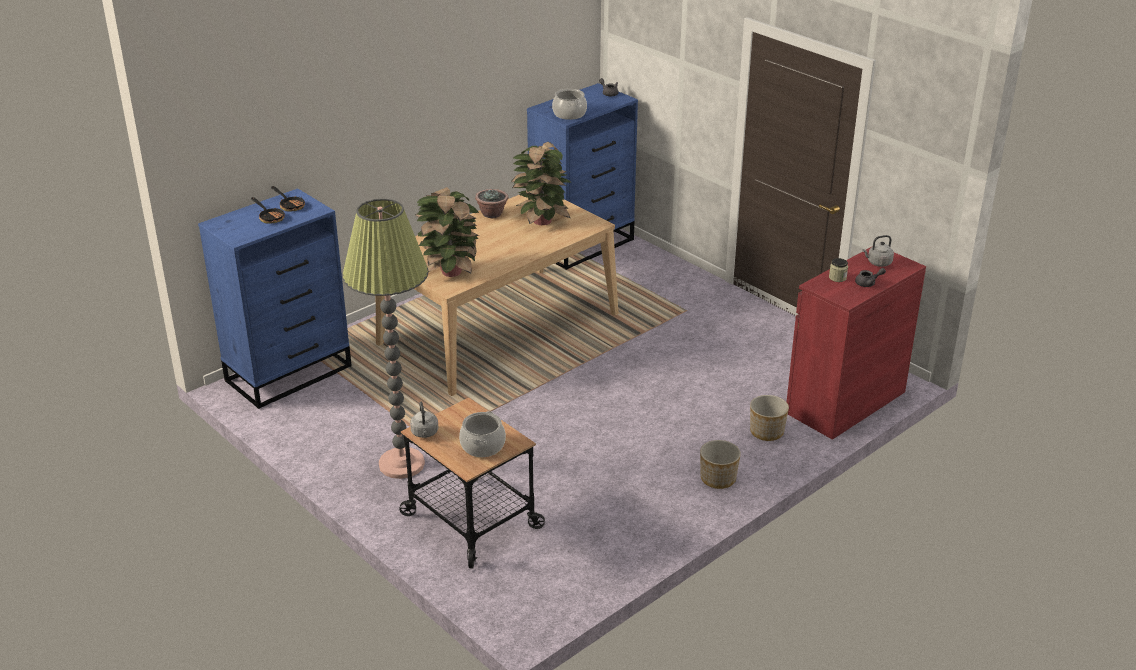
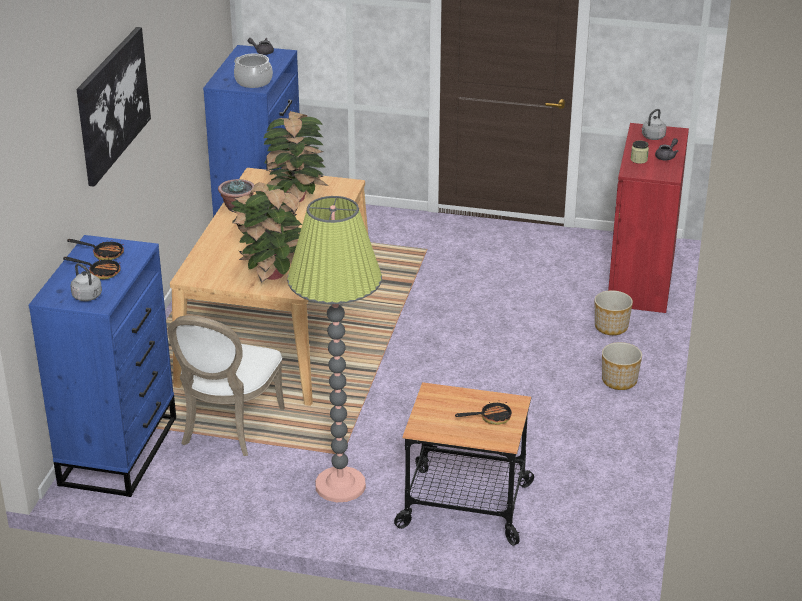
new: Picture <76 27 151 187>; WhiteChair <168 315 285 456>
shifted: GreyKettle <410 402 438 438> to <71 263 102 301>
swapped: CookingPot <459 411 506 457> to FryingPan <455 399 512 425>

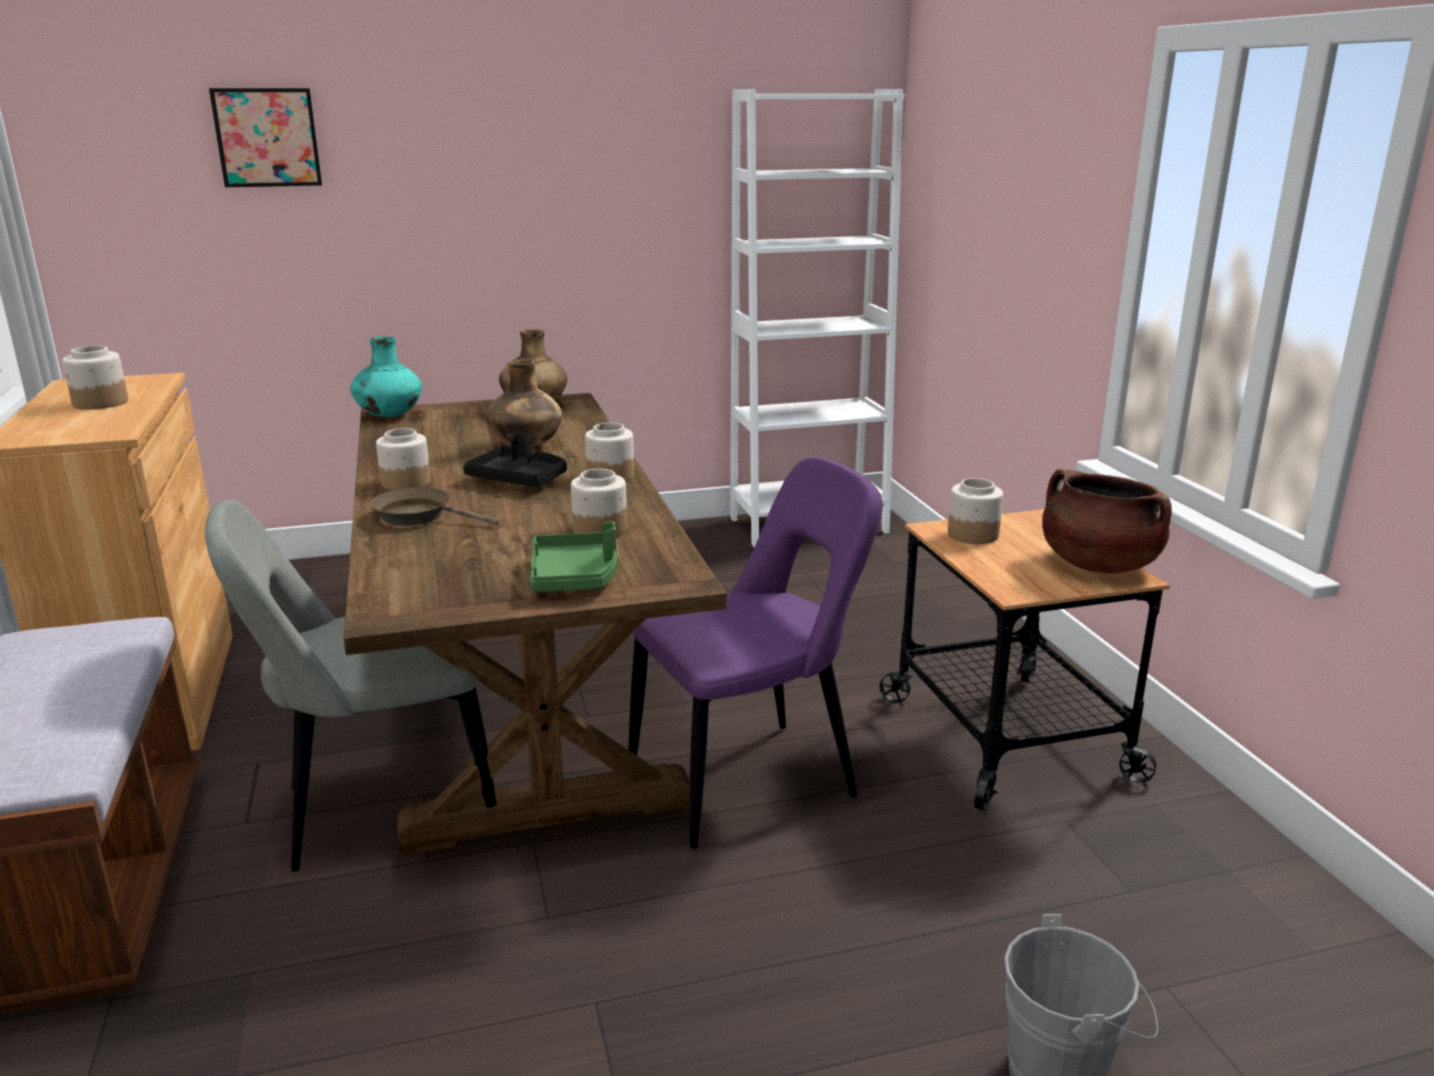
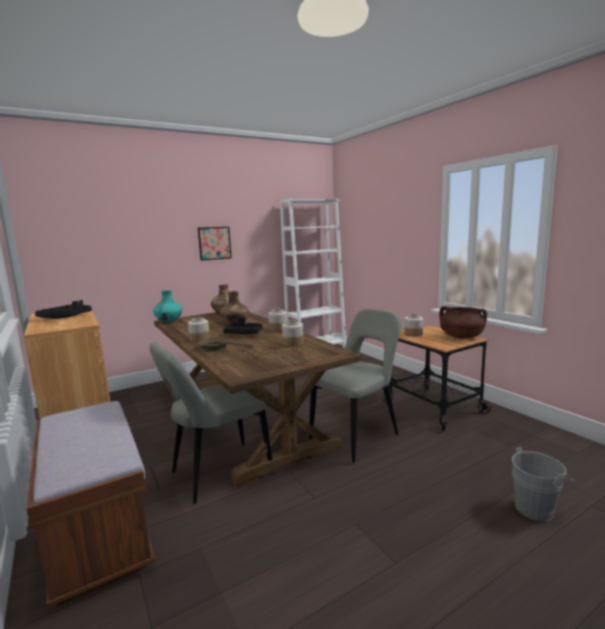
gone: GreenTray <531 521 617 592>
shifted: Picture <209 88 322 187> to <198 227 232 261>
swapped: Jar <62 346 128 409> to BlackTray <35 300 92 319>
repainted: PurpleChair <629 457 883 849> to GreyChair <309 309 401 462>

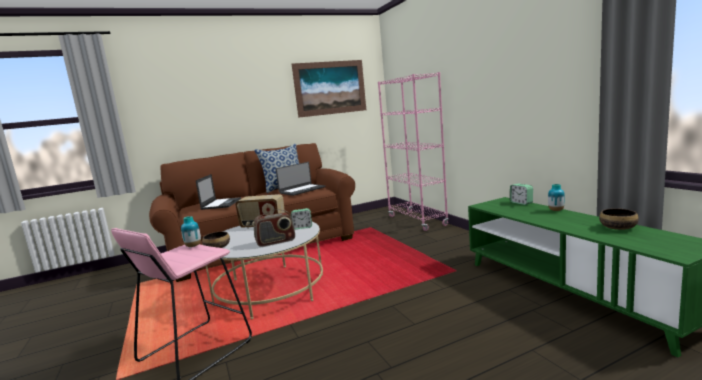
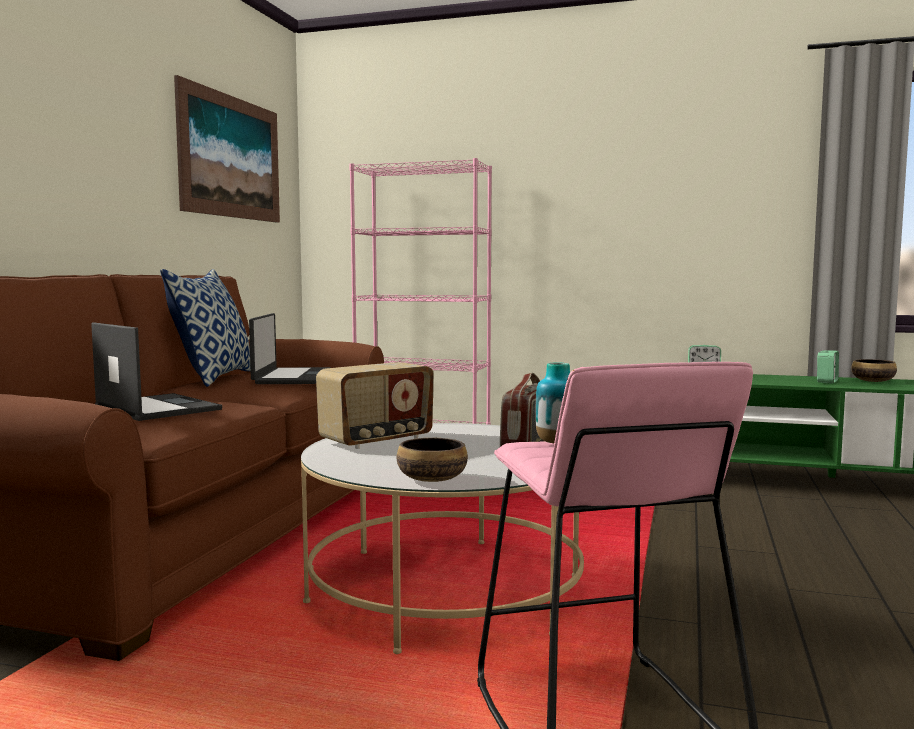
gone: Vase <548 184 565 211>
shifted: AlarmClock <291 208 312 229> to <817 351 839 383>

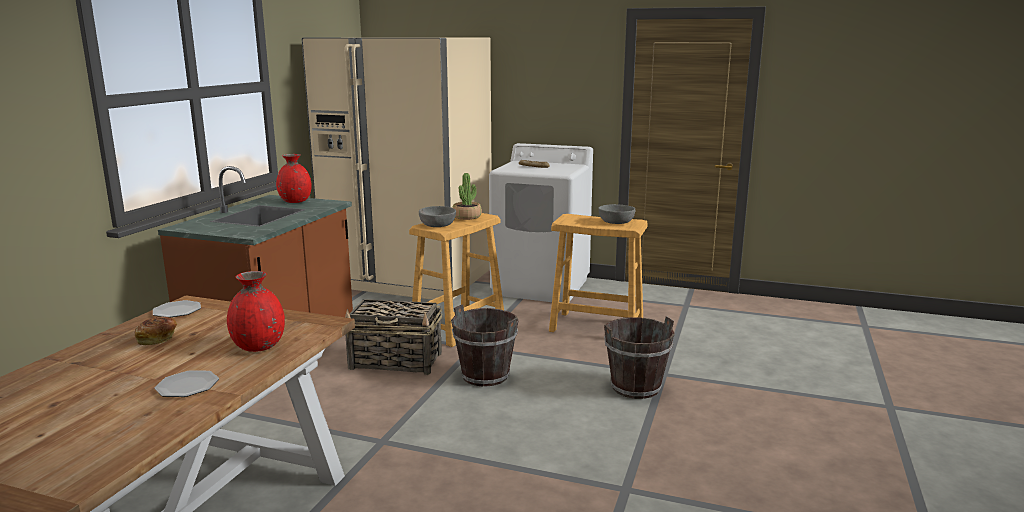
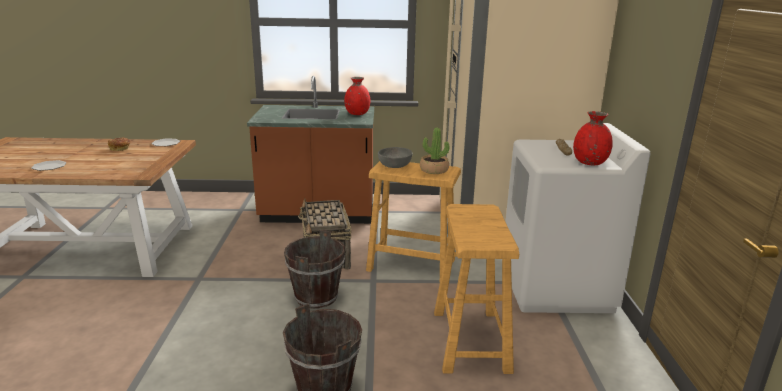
gone: GreyBowl <598 204 635 224>
shifted: RedVase <227 271 285 352> to <573 111 613 165>

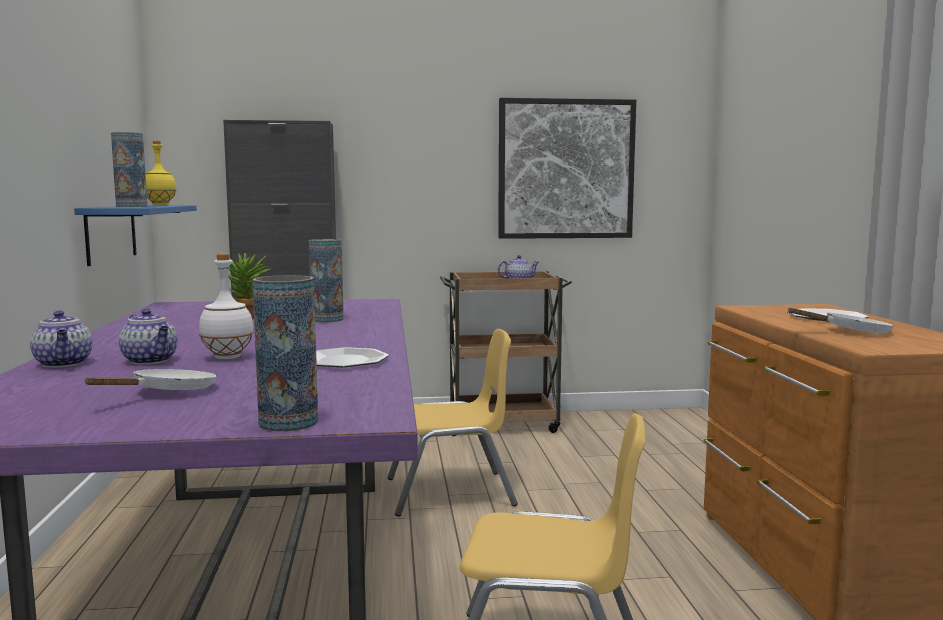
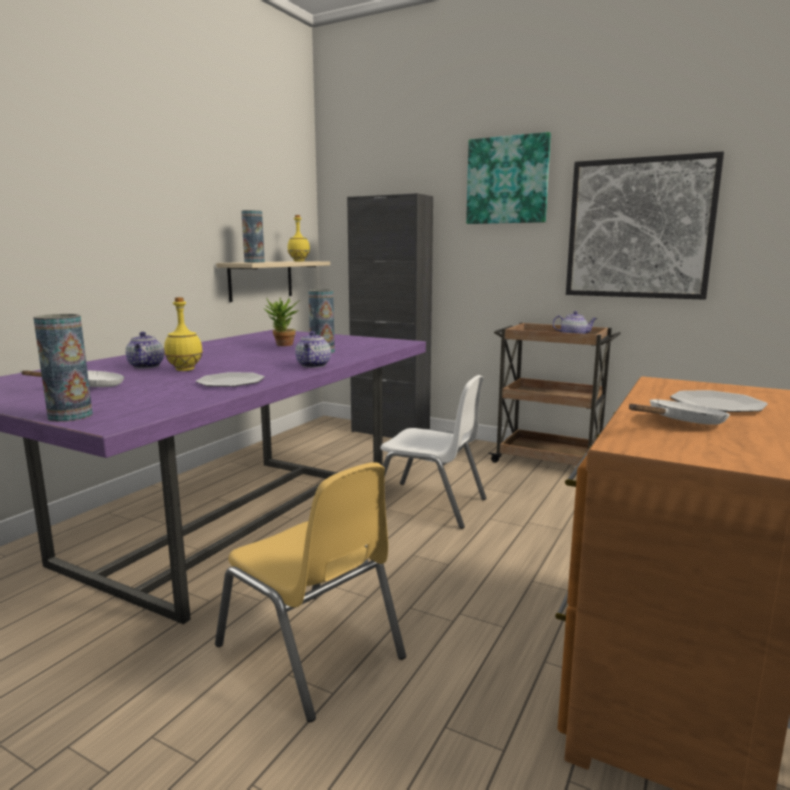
new: Picture <466 132 551 224>
shifted: Teapot <30 311 93 367> to <295 331 331 368>
repainted: BlueShelf <74 205 197 266> to BeigeShelf <216 261 330 302>; WhiteBottle <199 254 254 359> to YellowBottle <164 297 203 371>; YellowChair <387 329 518 517> to WhiteChair <380 375 486 529>
rotated: WhiteFryingPan <788 308 895 333> = <629 399 730 425> 60 degrees counterclockwise

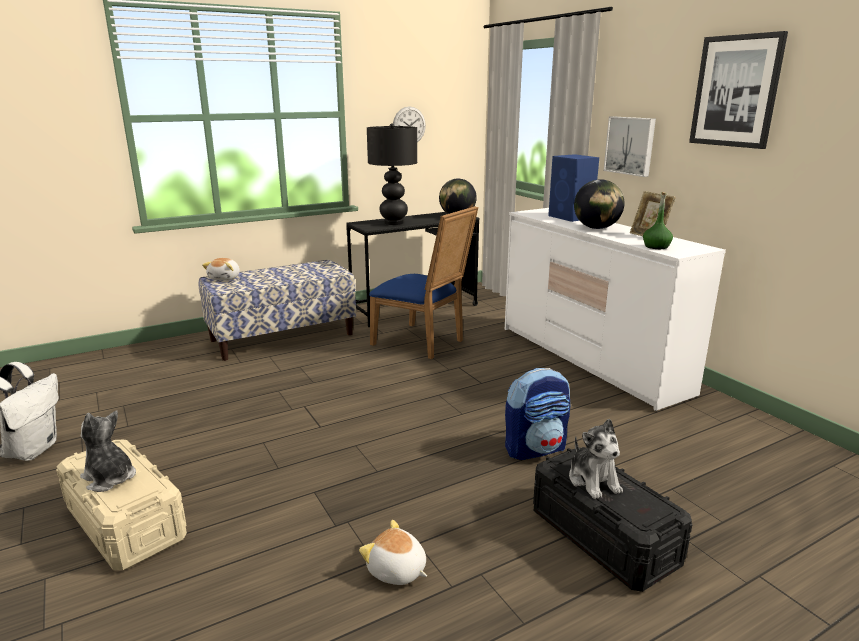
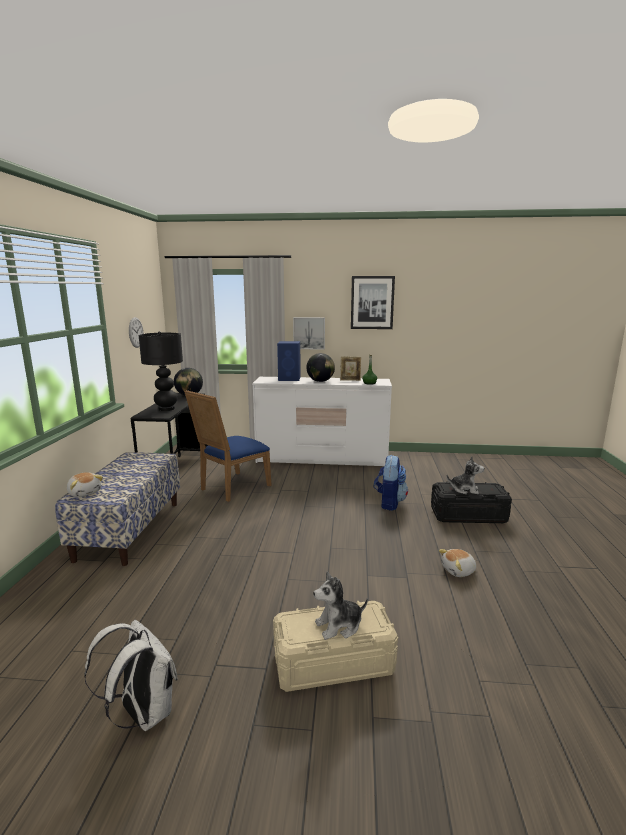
rotated: BlueChair <369 206 478 359> = <184 390 272 502> 150 degrees clockwise

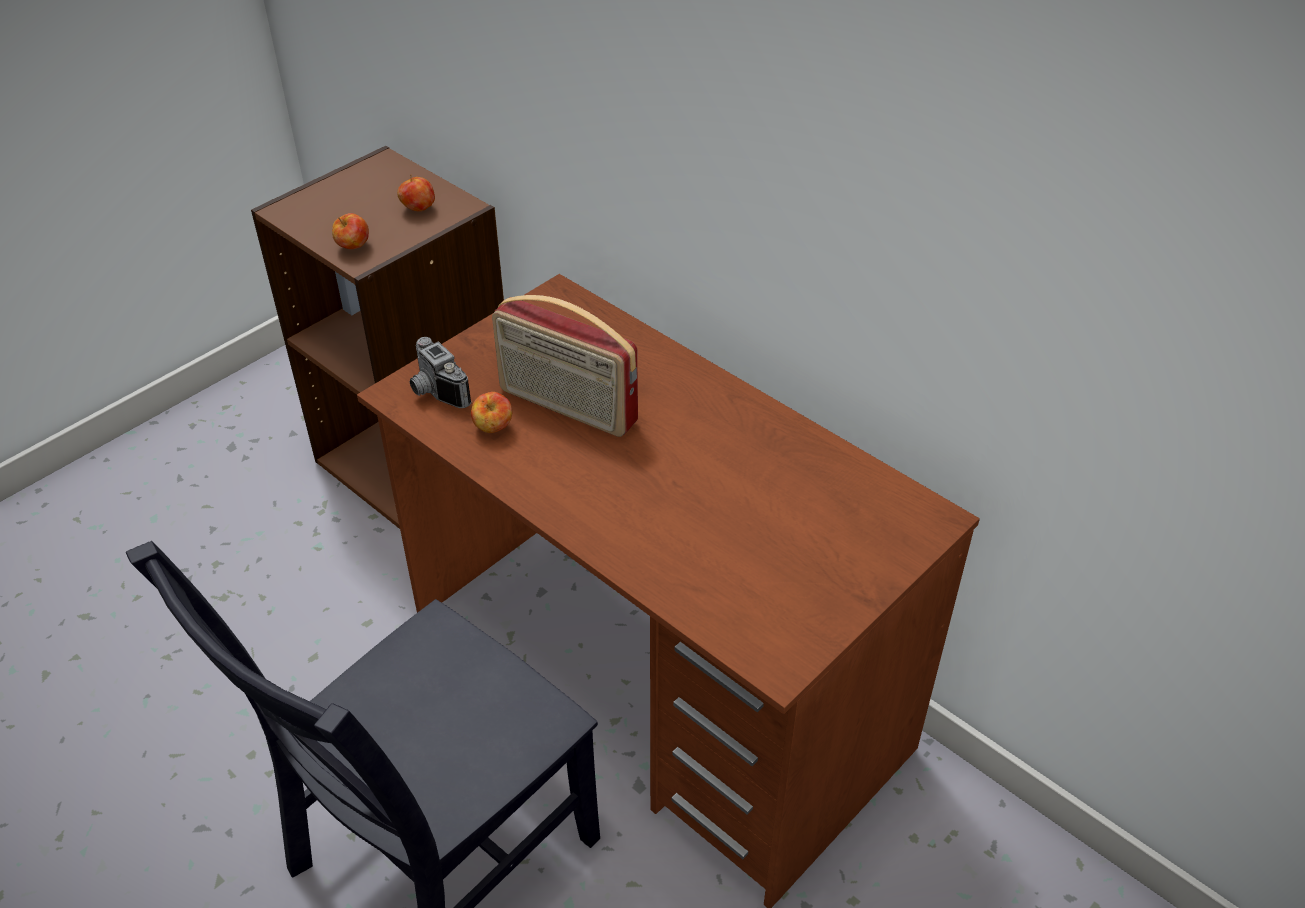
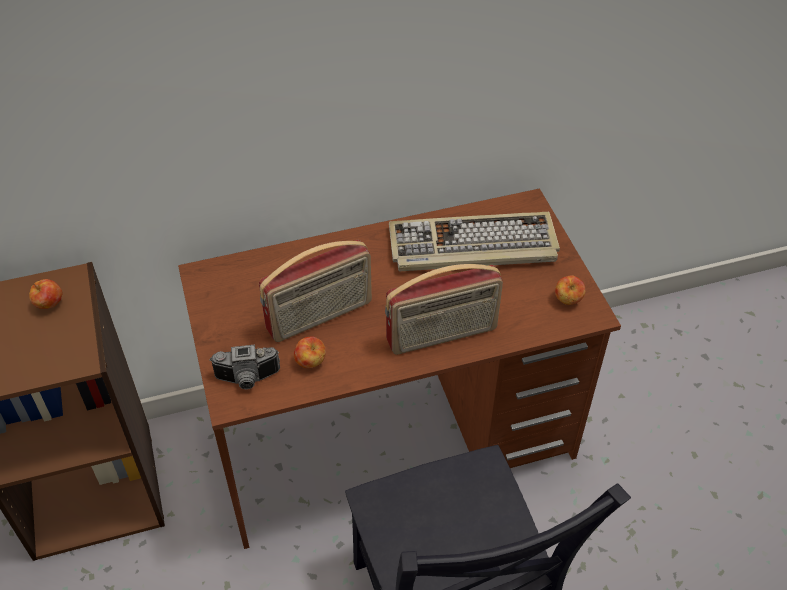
new: Keyboard <389 212 560 271>; Radio <385 264 503 355>
shifted: Apple <332 213 369 249> to <555 275 585 305>

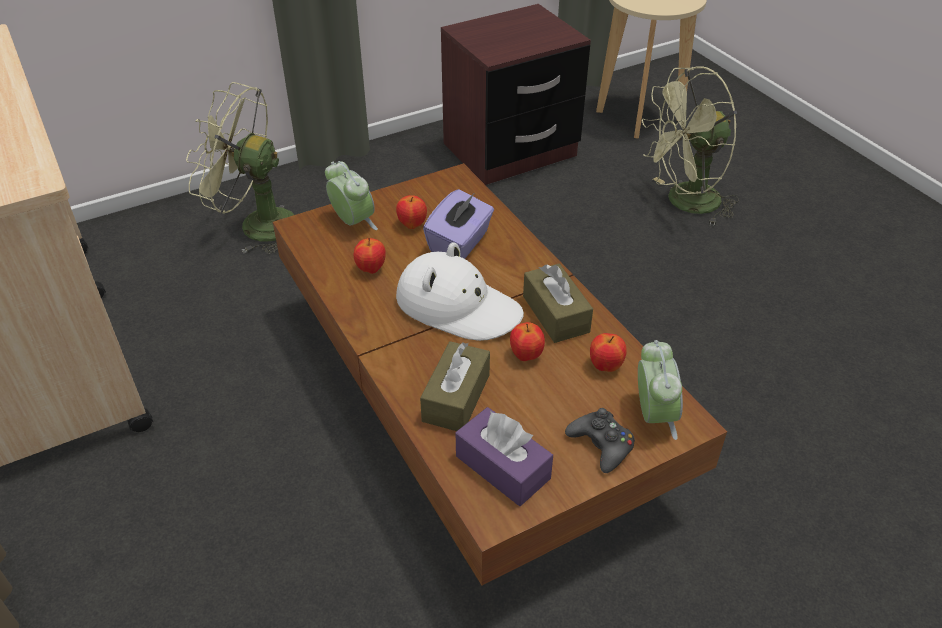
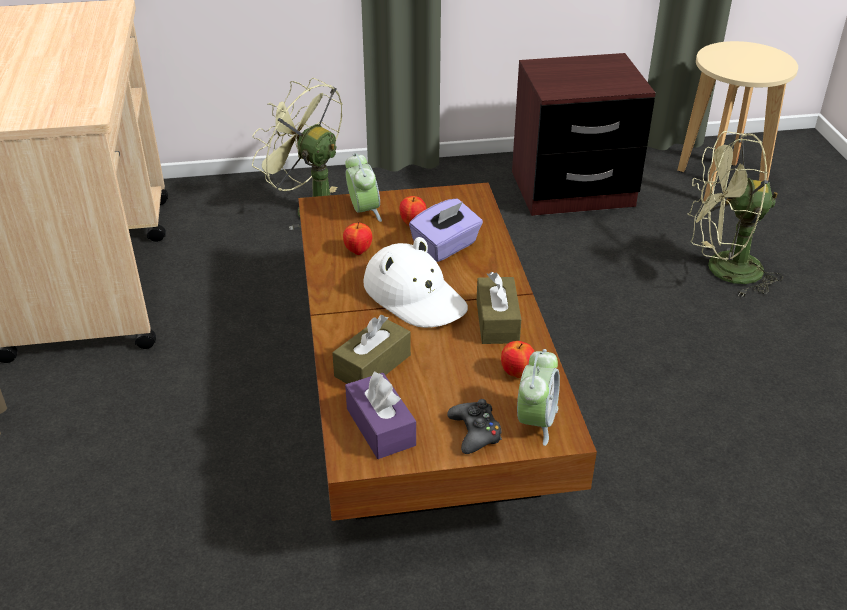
gone: Apple <510 322 545 361>

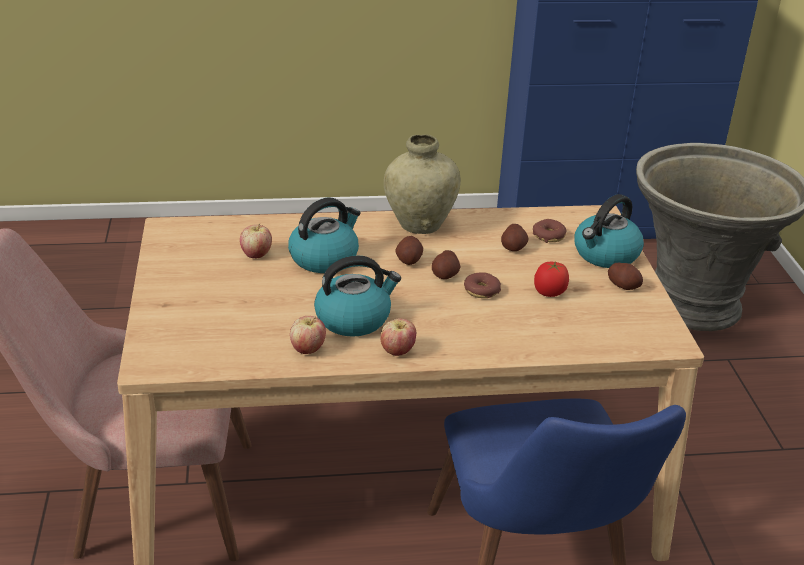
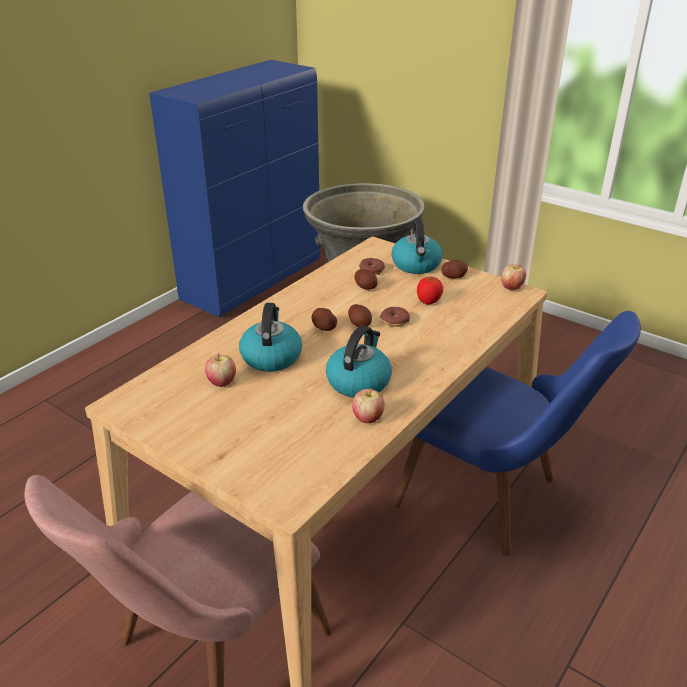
gone: BeigeVase <384 134 461 234>
shifted: Apple <380 318 416 356> to <501 264 526 290>

